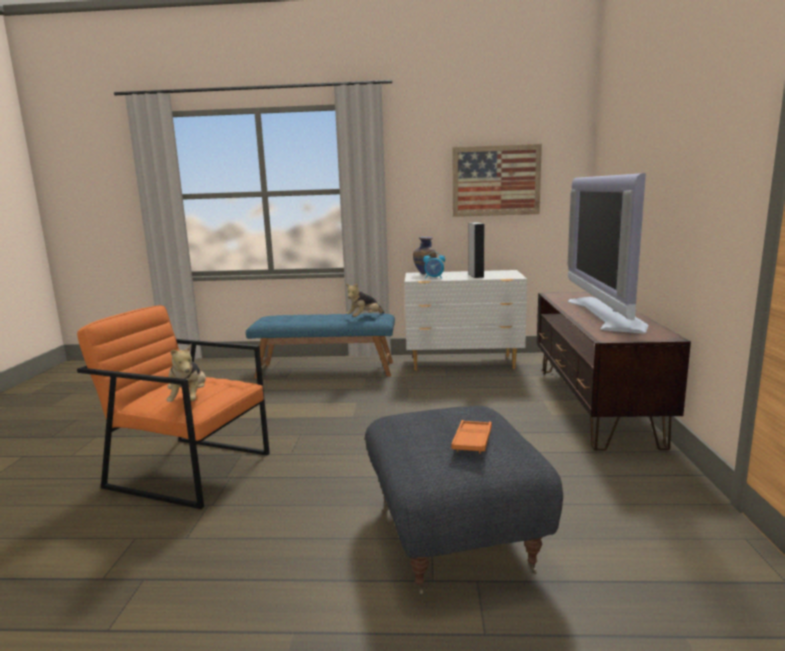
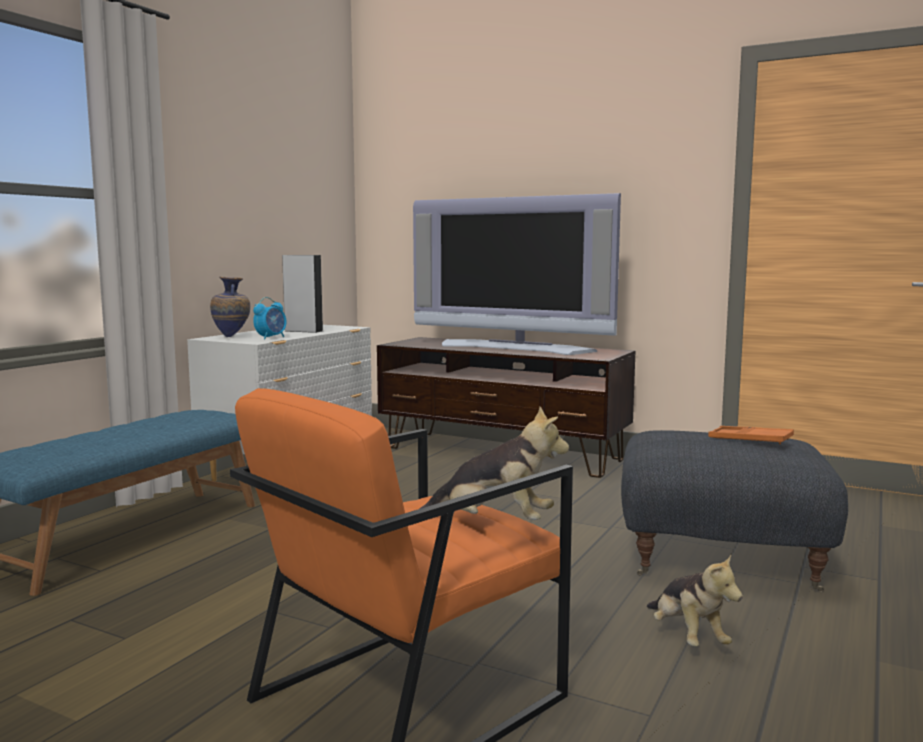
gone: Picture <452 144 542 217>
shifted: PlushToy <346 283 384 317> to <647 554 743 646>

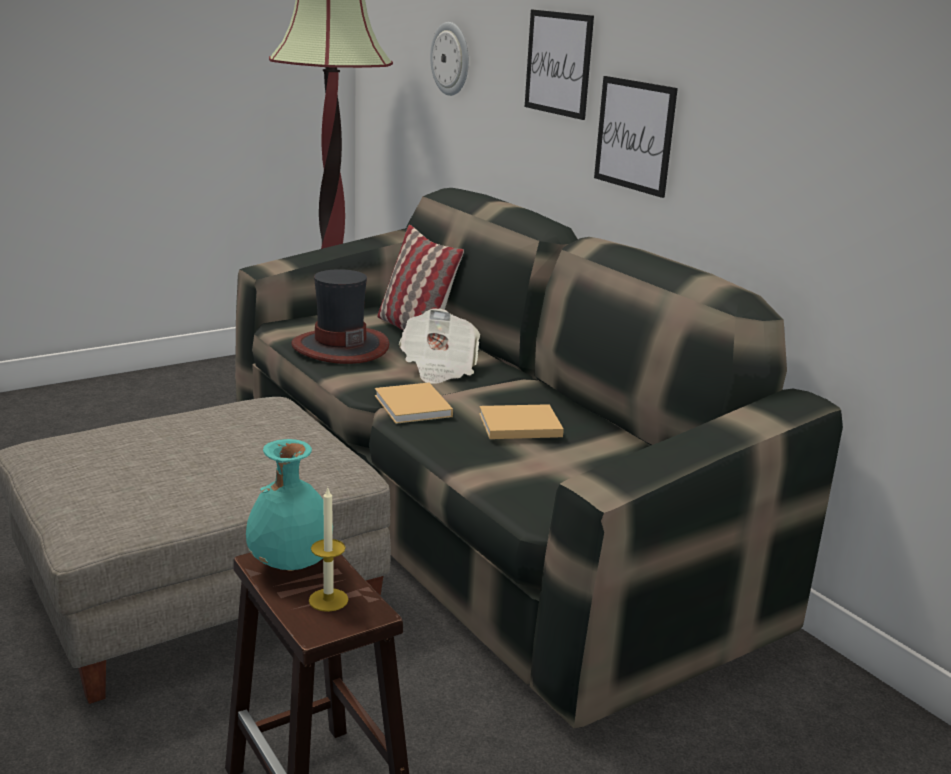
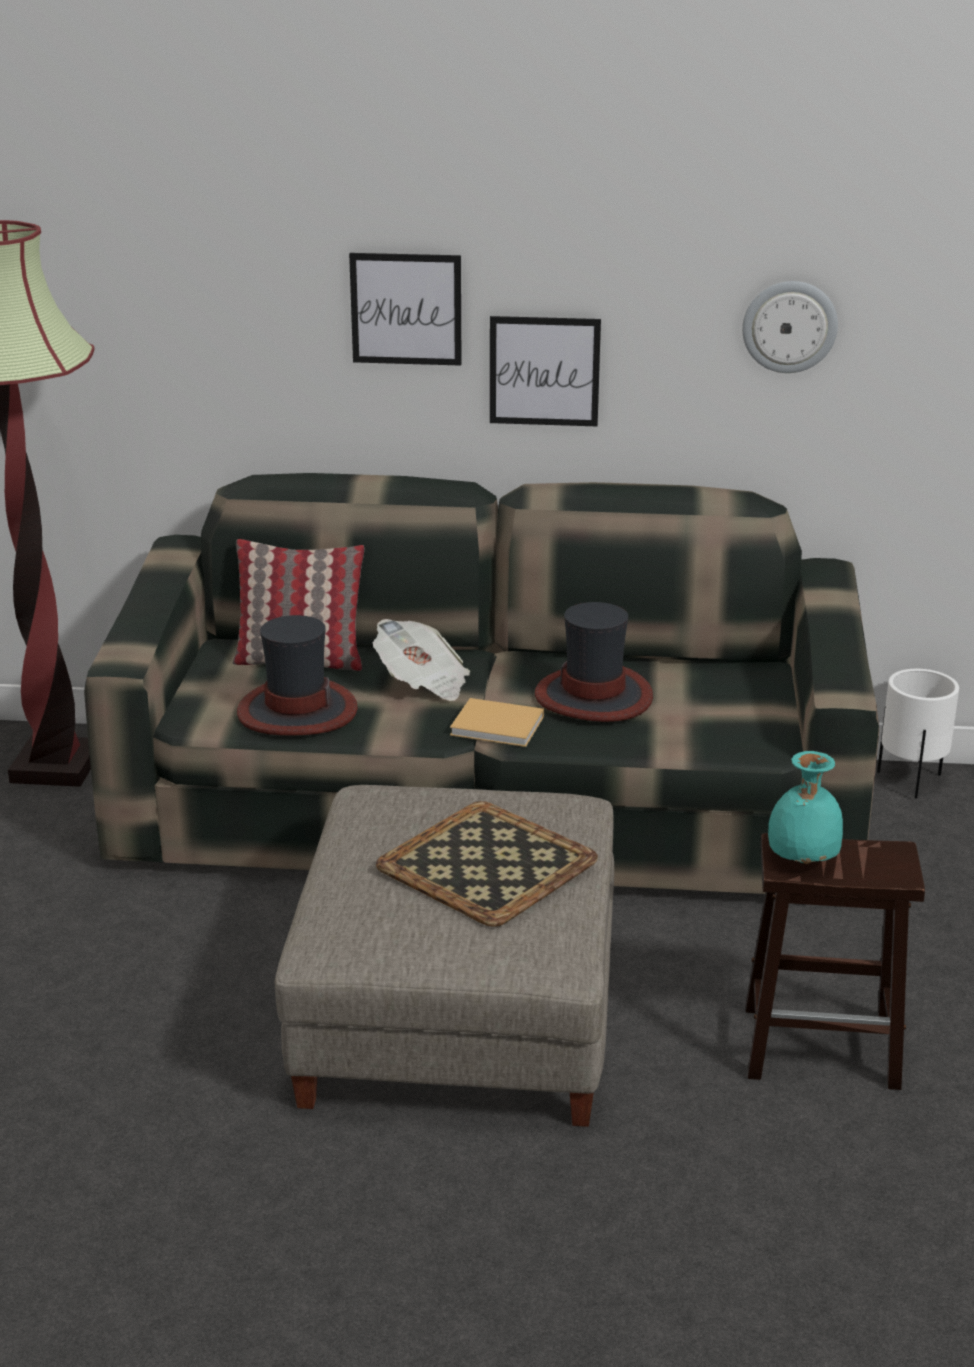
gone: Candle <309 488 348 612>
new: WhitePlanter <877 669 959 799>; Tray <376 801 598 927>
shifted: WallClock <430 22 469 96> to <742 281 838 373>
swapped: BeigeBook <479 404 564 439> to Hat <535 602 653 722>

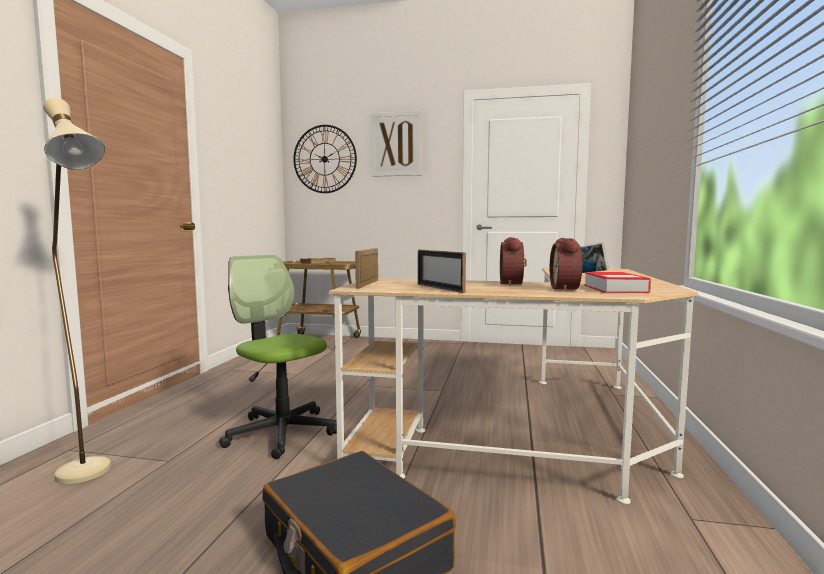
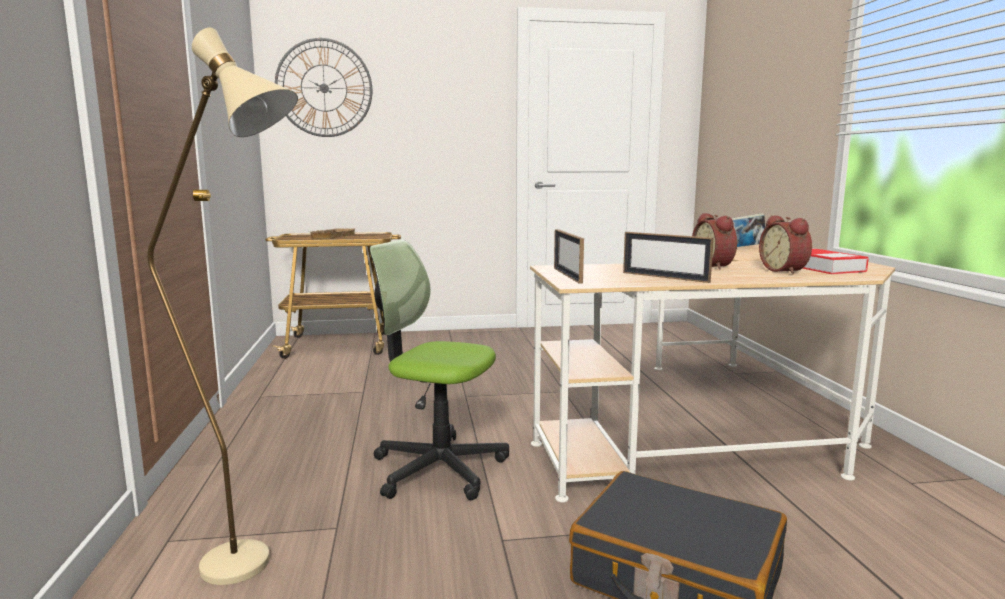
gone: Picture <371 111 422 177>

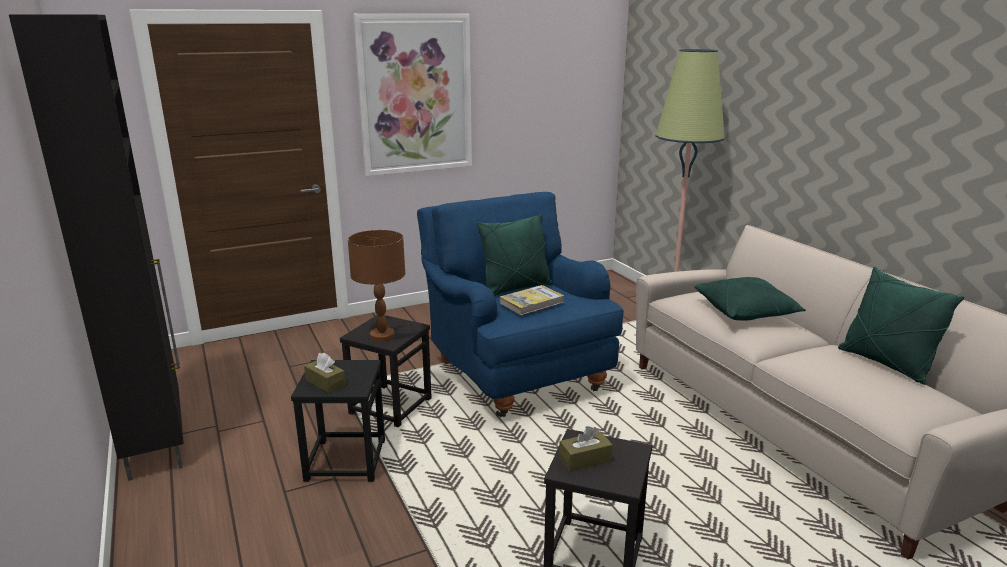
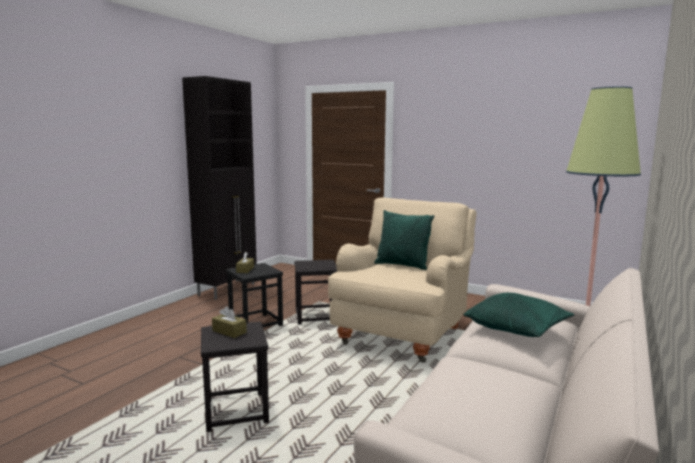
gone: Picture <353 14 472 176>; BrownTableLamp <348 230 405 342>; GreenPillow <838 267 964 385>; Book <500 285 564 315>
repainted: BlueArmchair <417 192 624 417> to BeigeArmchair <328 198 477 363>

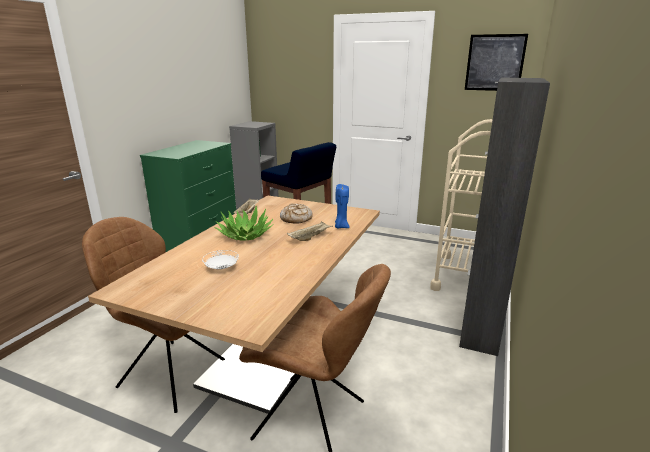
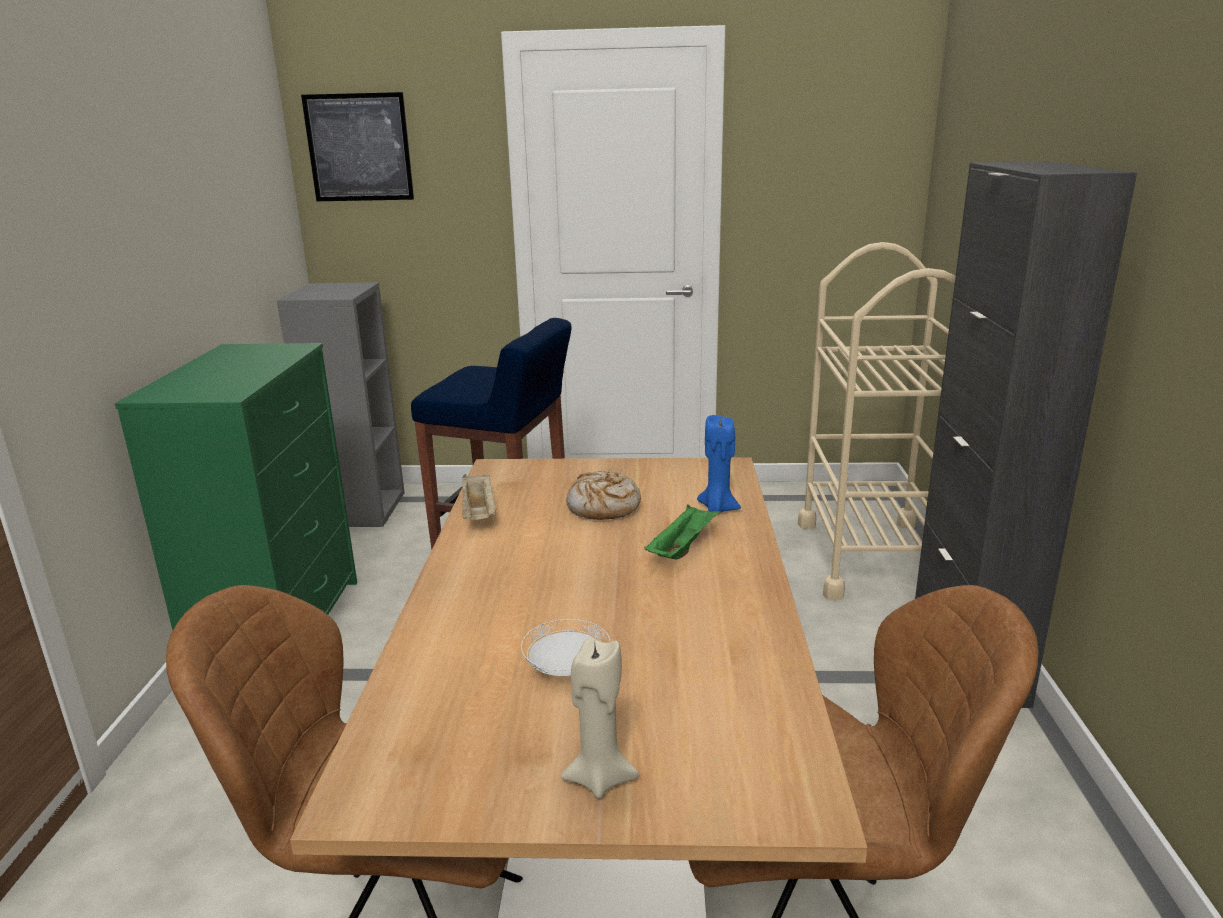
gone: PottedPlant <214 206 274 241>
new: BeigeCandle <561 637 640 799>
shifted: Picture <465 34 528 91> to <301 92 414 201>
repainted: BeigeTray <287 221 333 241> to GreenTray <644 504 721 560>

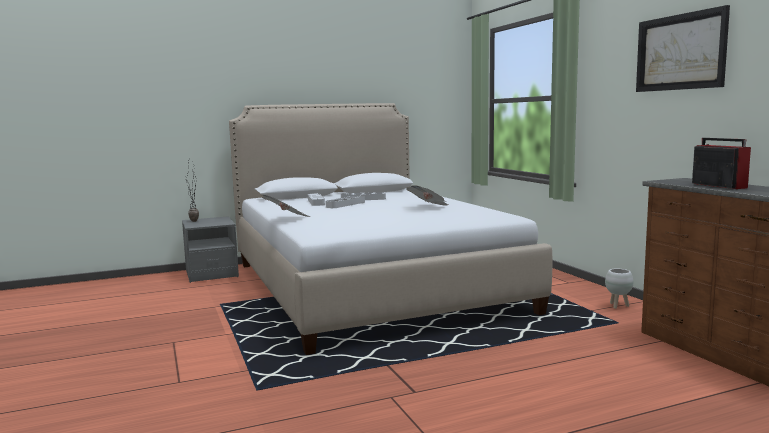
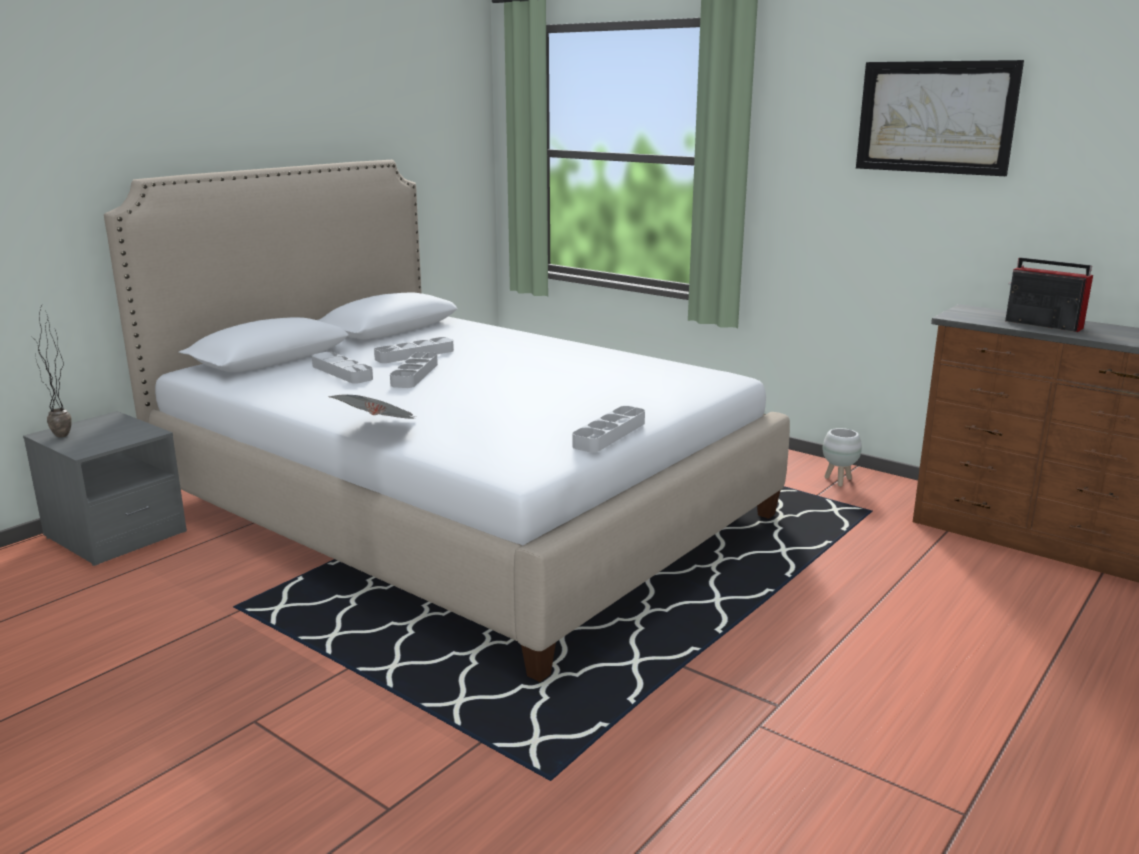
gone: Newspaper <406 185 448 205>
new: GreyTray <572 406 645 452>

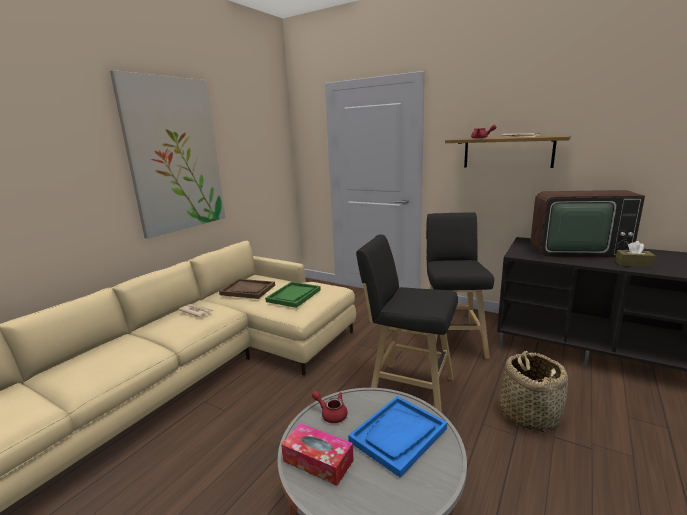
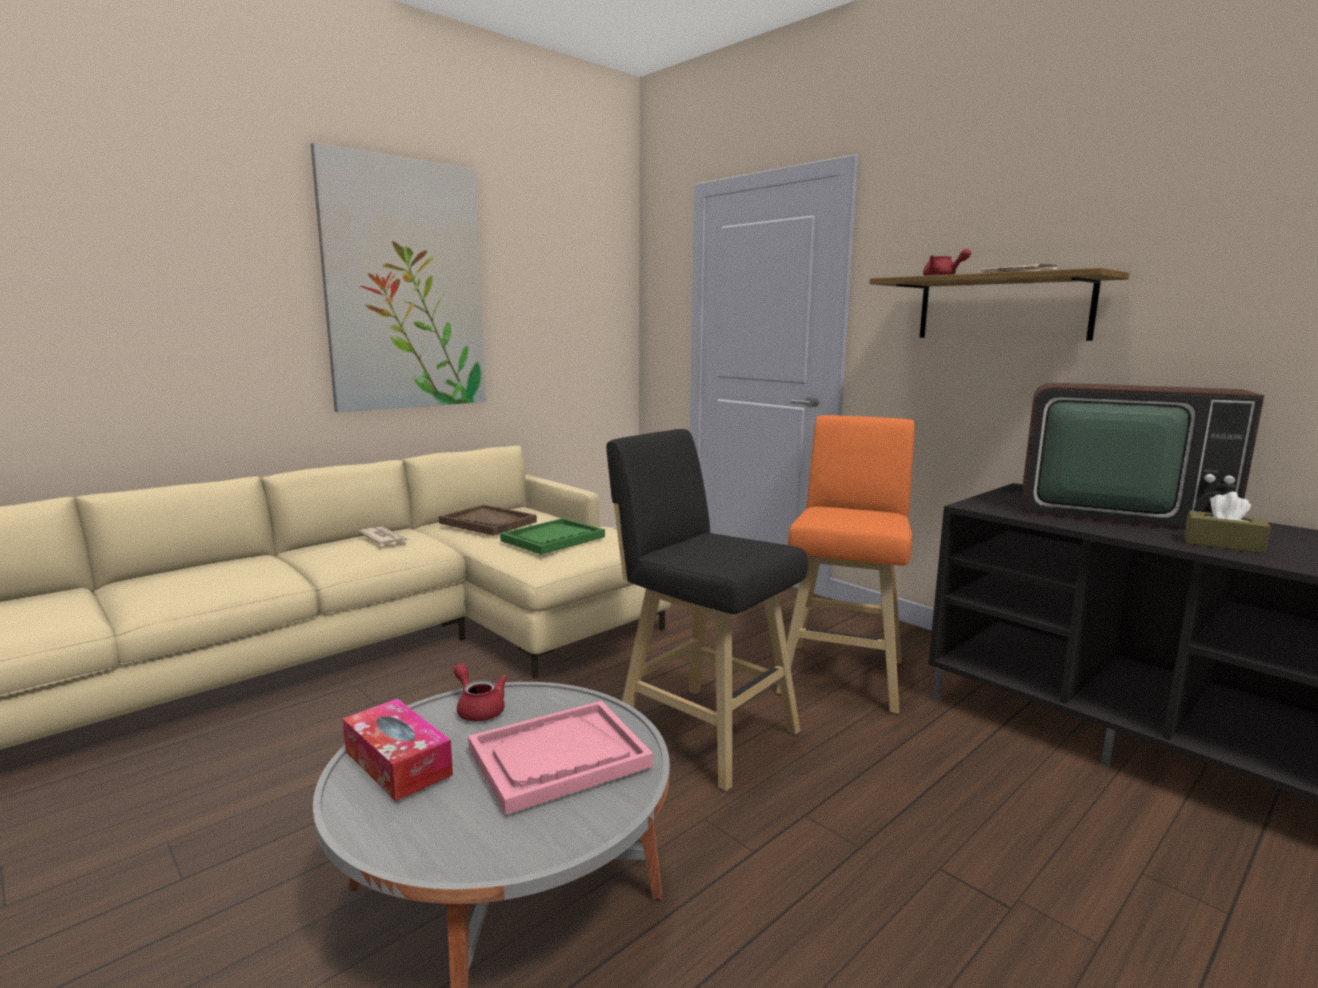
gone: Basket <500 351 568 433>
repainted: BlackStool <426 212 494 359> to OrangeStool <776 415 915 714>; BlueTray <348 396 447 478> to PinkTray <468 701 653 815>

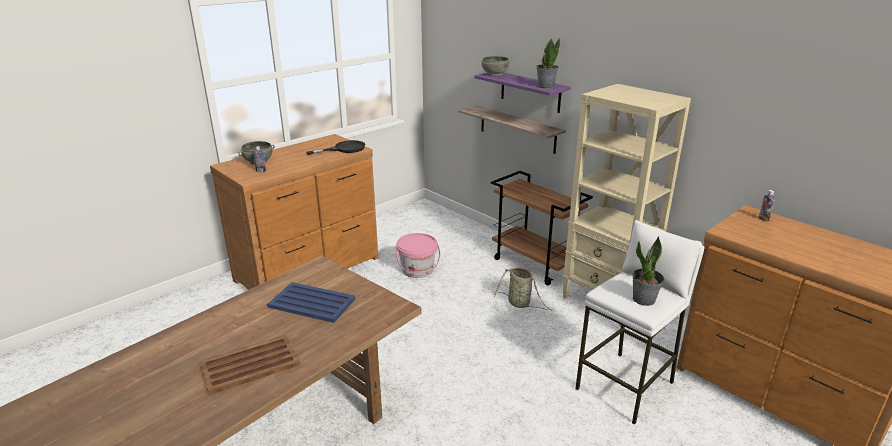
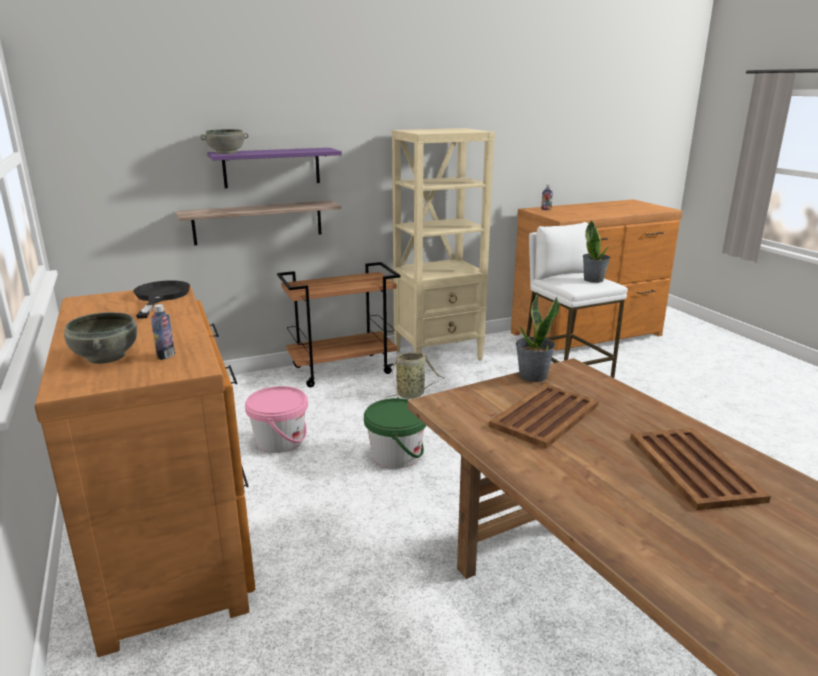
new: GreenBucket <364 398 427 469>
shifted: PottedPlant <536 38 560 89> to <516 292 560 382>
repainted: BlueTray <267 282 355 323> to BrownTray <489 384 599 449>

